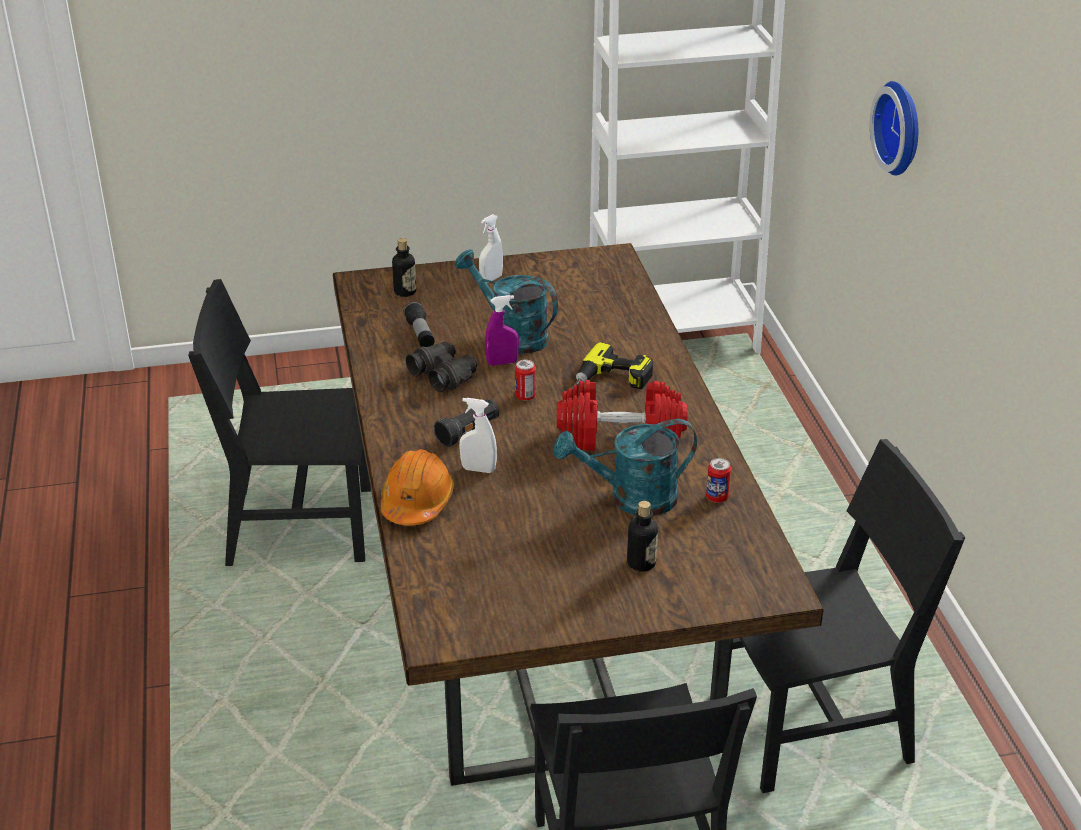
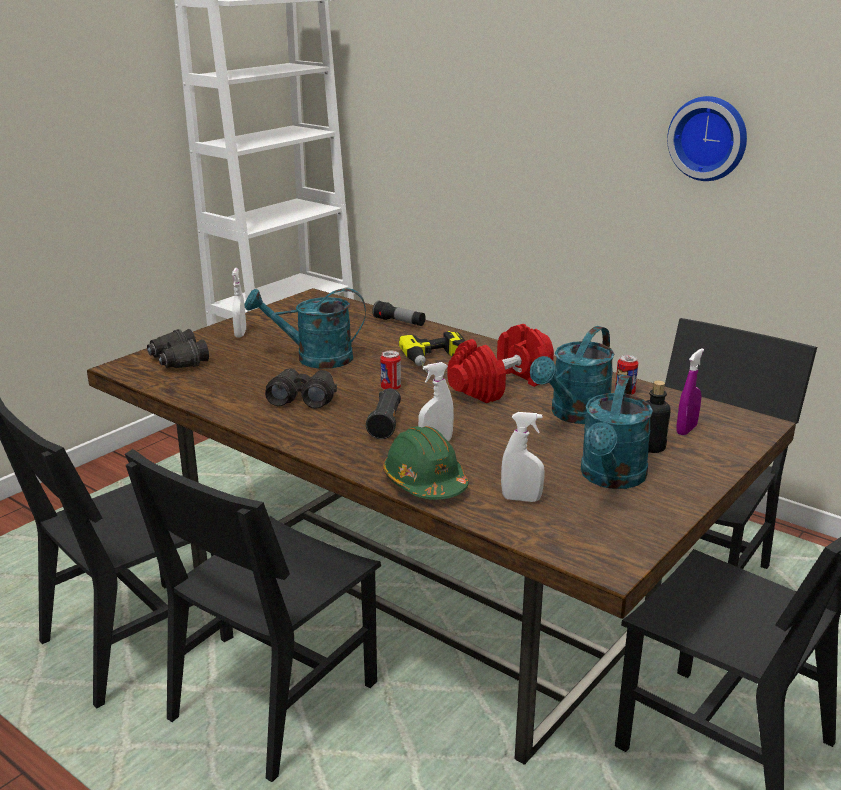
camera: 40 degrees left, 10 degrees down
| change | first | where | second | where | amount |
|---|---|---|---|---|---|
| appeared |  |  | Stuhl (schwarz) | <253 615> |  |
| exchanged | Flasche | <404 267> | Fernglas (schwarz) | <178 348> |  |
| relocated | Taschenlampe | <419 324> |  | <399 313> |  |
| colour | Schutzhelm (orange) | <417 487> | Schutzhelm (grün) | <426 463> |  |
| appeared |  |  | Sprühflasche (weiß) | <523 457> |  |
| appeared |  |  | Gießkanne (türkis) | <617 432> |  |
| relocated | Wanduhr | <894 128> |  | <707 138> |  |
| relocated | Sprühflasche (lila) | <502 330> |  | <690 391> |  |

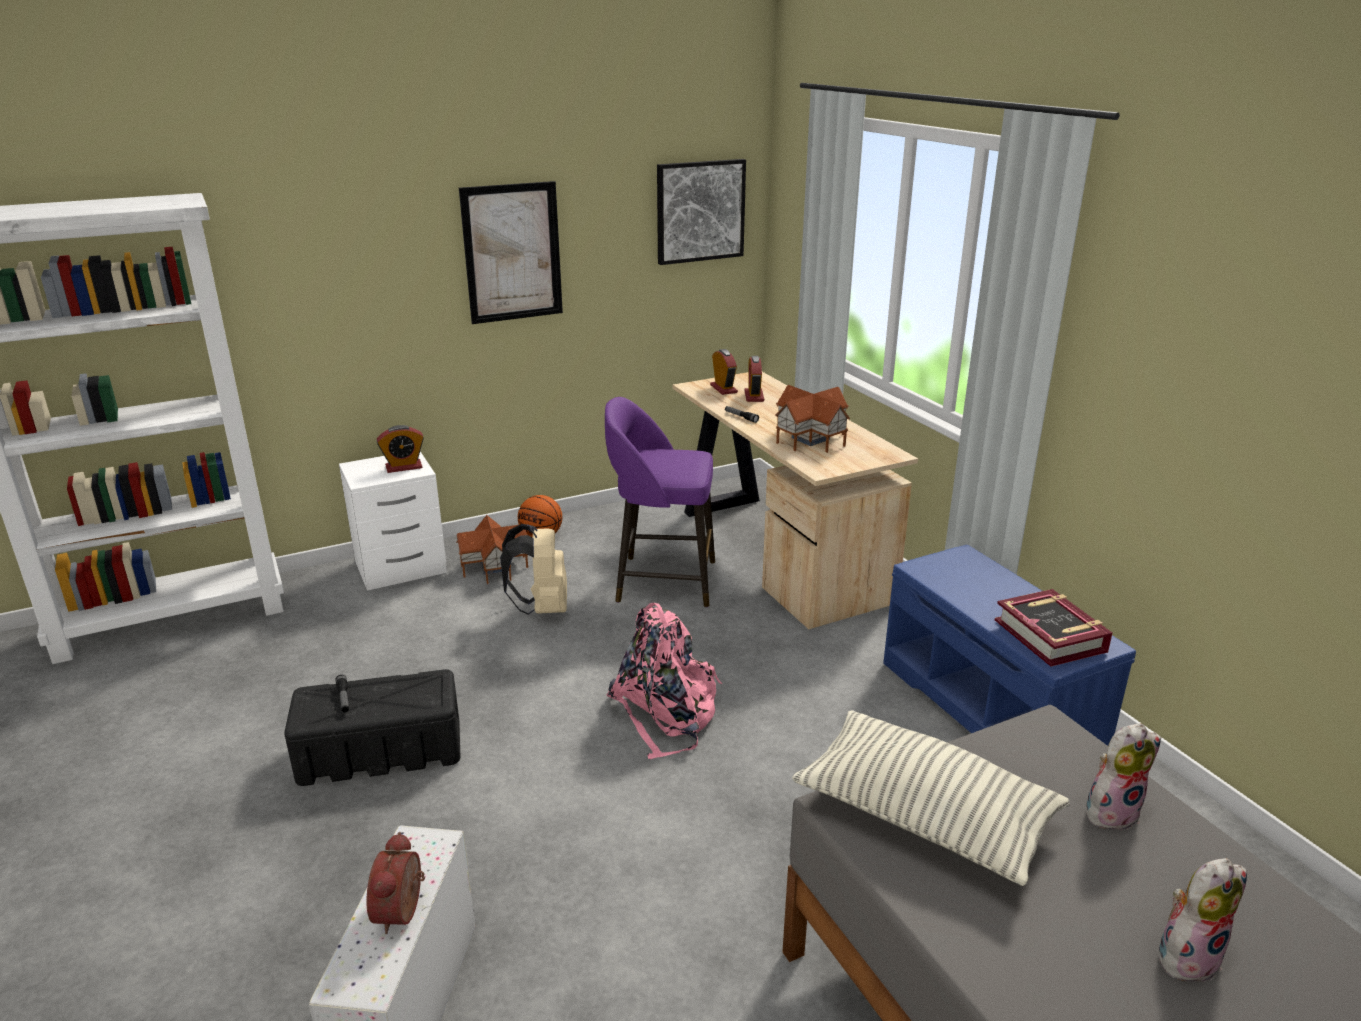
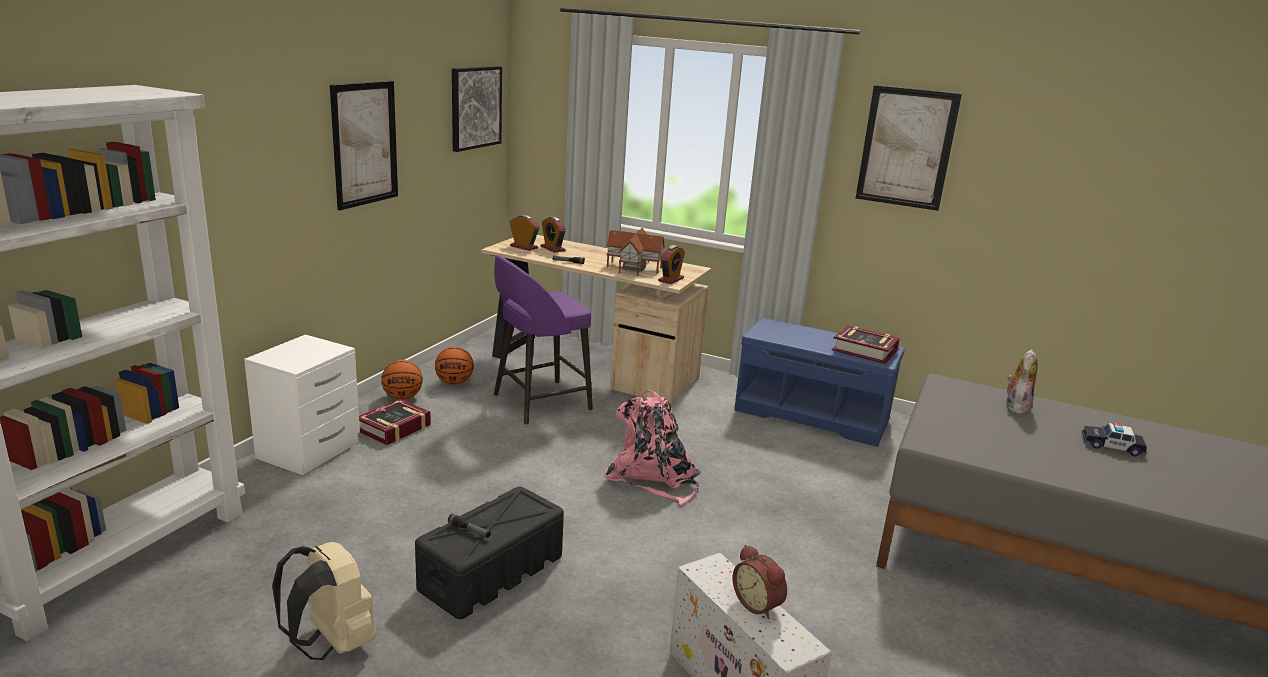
camera: 40 degrees left, 5 degrees down
| change | first | where | second | where | amount |
|---|---|---|---|---|---|
| relocated | Rucksack (beige) | <533 569> |  | <324 601> |  |
| exchanged | Spielzeughaus | <492 549> | Buch | <395 422> |  |
| appeared |  |  | Basketball | <454 366> |  |
| relocated | Wecker | <400 449> |  | <671 264> |  |
| appeared |  |  | Bild | <909 148> |  |
| exchanged | Plüschtier | <1203 922> | Spielzeugauto | <1114 440> |  |
| missing | Kissen | <931 798> |  |  |  |

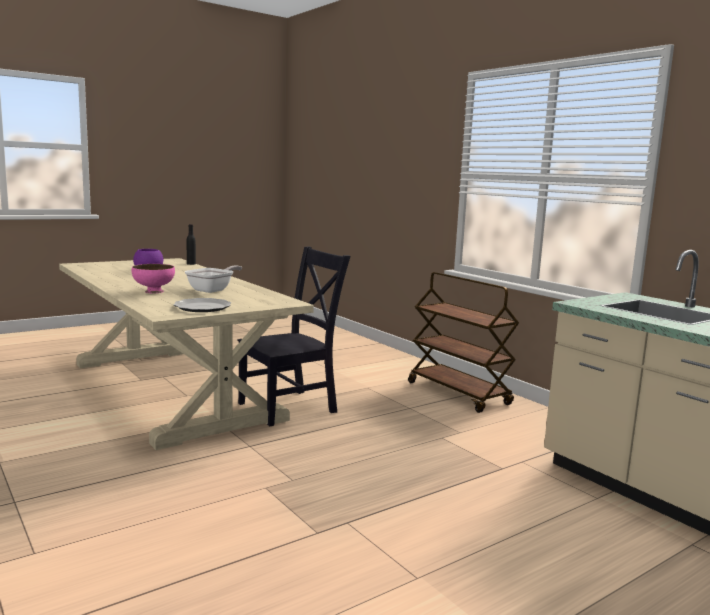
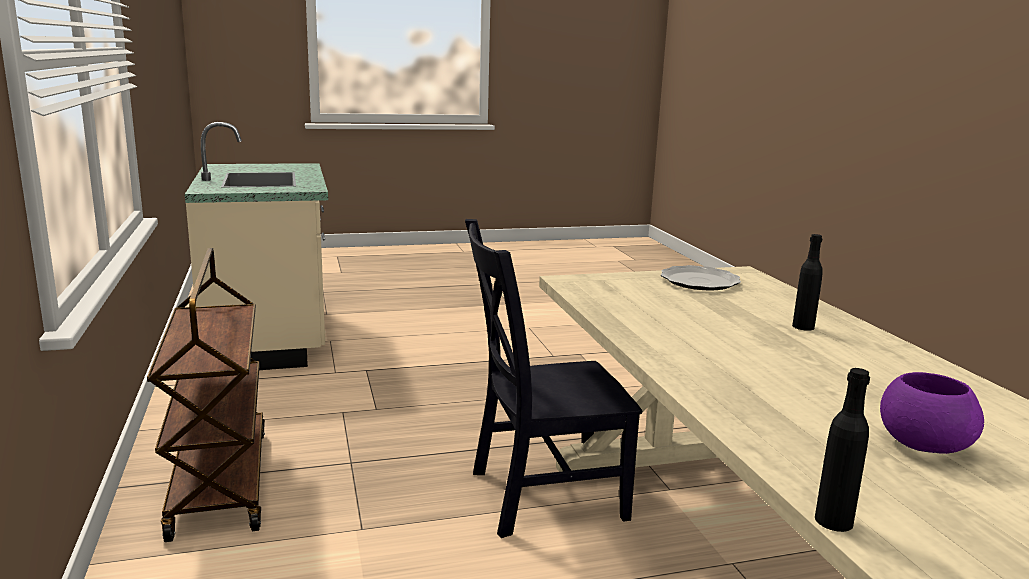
camera: 160 degrees left, 5 degrees up
| change | first | where | second | where | amount |
|---|---|---|---|---|---|
| exchanged | Schüssel (rosa) | <153 279> | Flasche (schwarz) | <807 282> |  |
| missing | Pfanne | <213 279> |  |  |  |

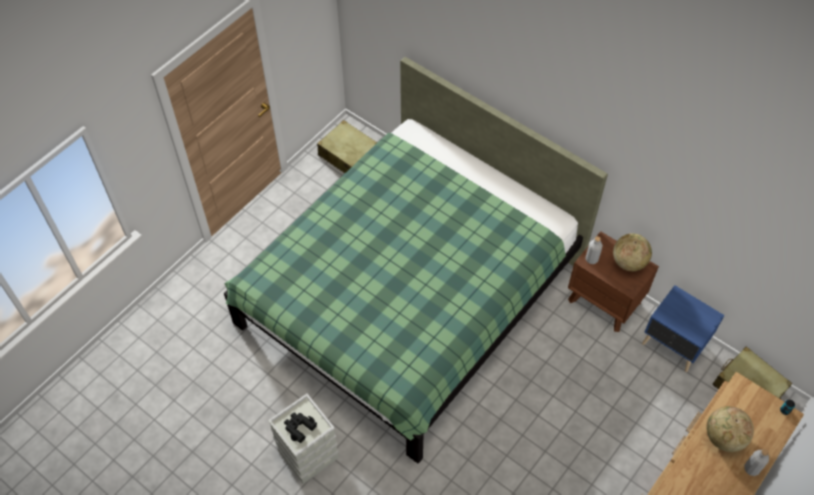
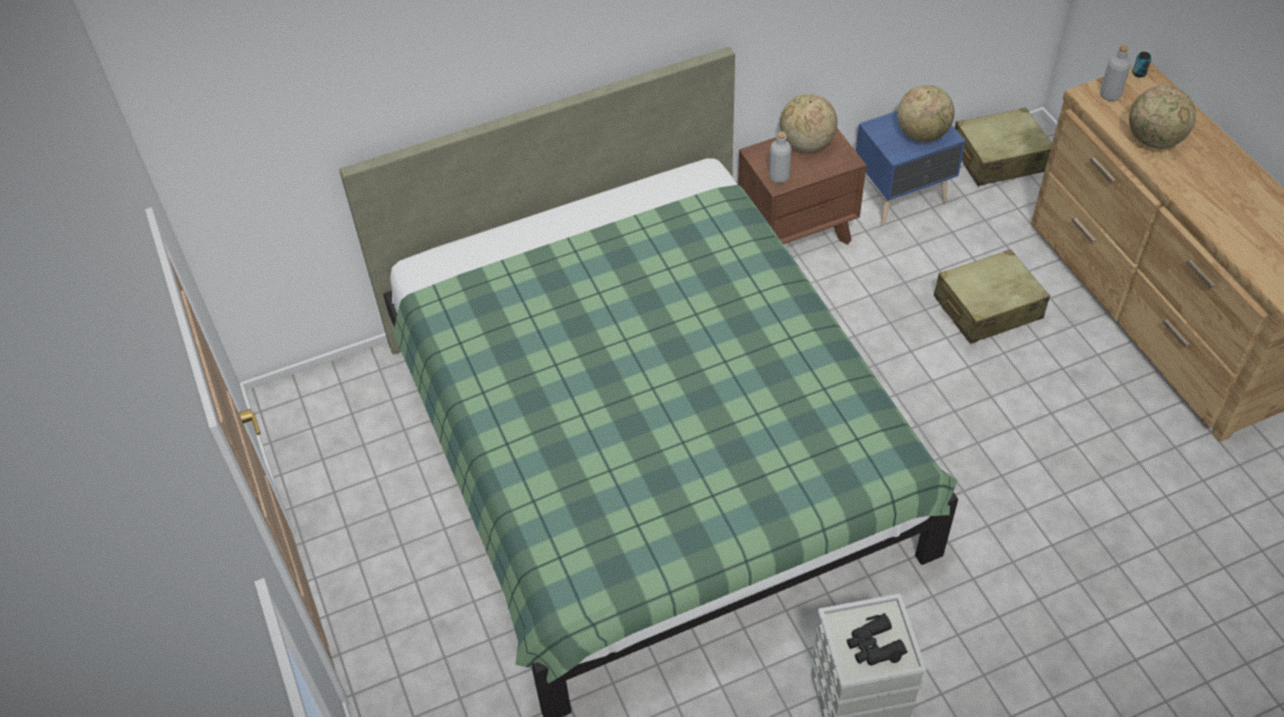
camera: 60 degrees left, 5 degrees down
| change | first | where | second | where | amount |
|---|---|---|---|---|---|
| appeared |  |  | Globus | <925 113> |  |
| relocated | Koffer (beige) | <347 146> |  | <992 296> |  |
| relocated | Flasche (grau) | <756 462> |  | <1115 73> |  |

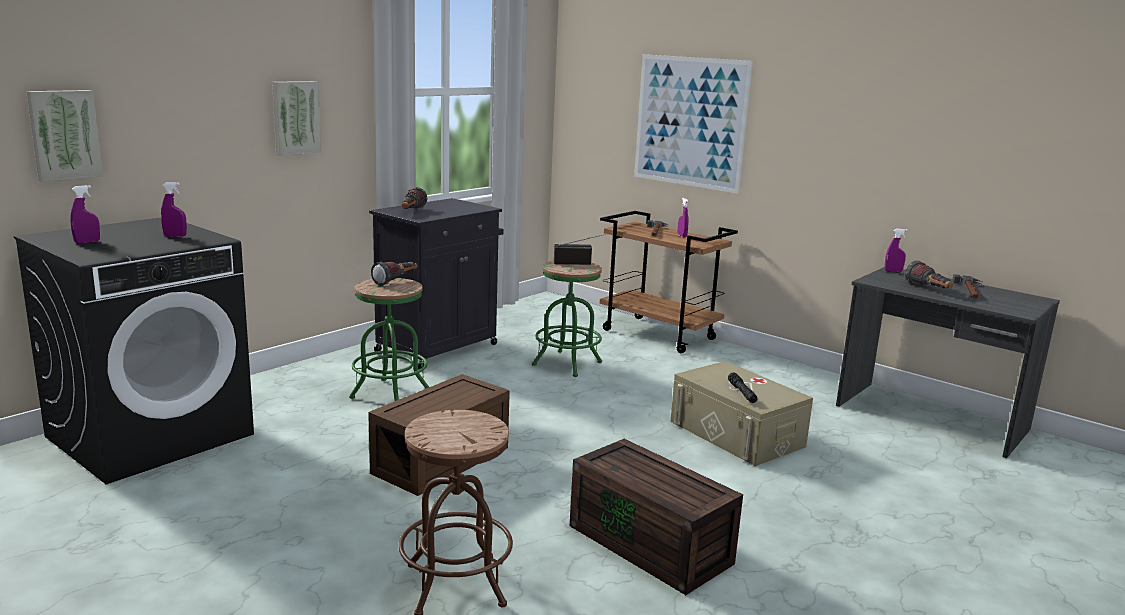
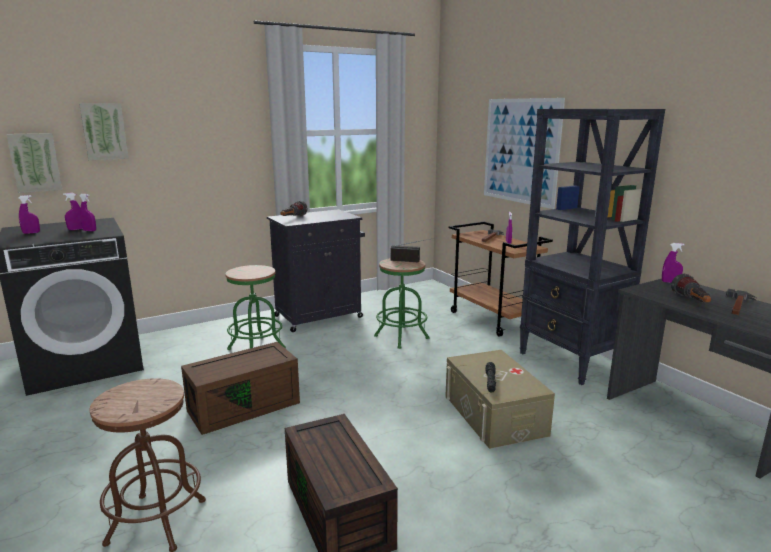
camera: 20 degrees right, 0 degrees up
| change | first | where | second | where | amount |
|---|---|---|---|---|---|
| appeared |  |  | Sprühflasche (lila) | <73 211> |  |
| relocated | Bild | <296 118> |  | <104 131> |  |
| appeared |  |  | Bücherregal (schwarz) | <592 247> |  |
| missing | Taschenlampe | <394 274> |  |  |  |

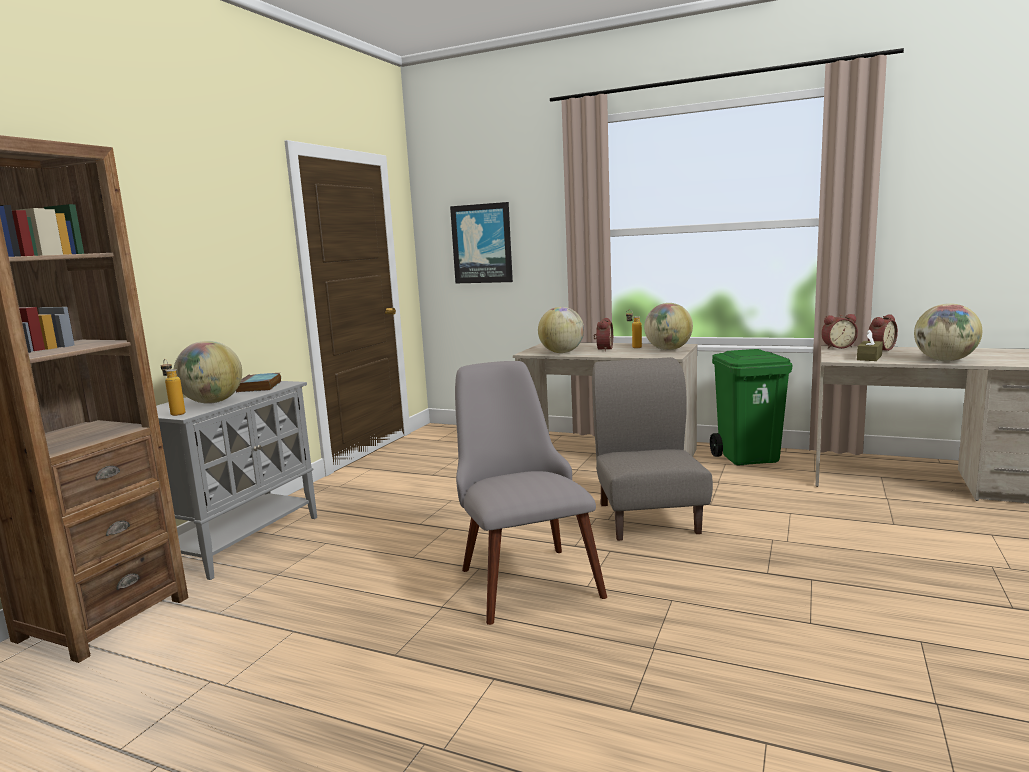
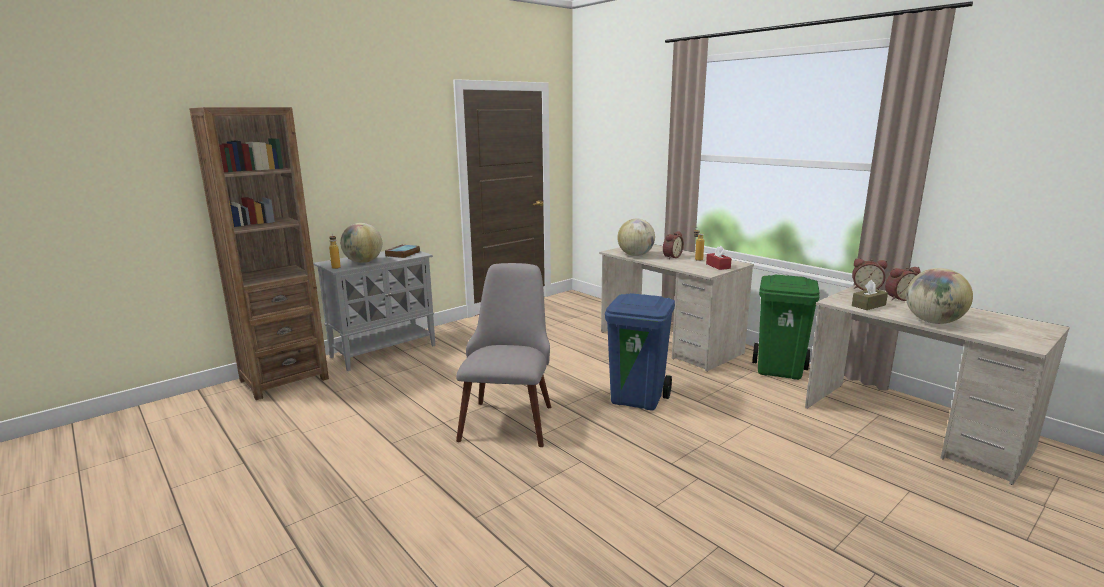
camera: 25 degrees right, 5 degrees up
| change | first | where | second | where | amount |
|---|---|---|---|---|---|
| exchanged | Stuhl (grau) | <652 449> | Mülleimer (blau) | <640 351> |  |
| exchanged | Globus | <668 326> | Taschentuchbox (rot) | <719 258> |  |
| missing | Bild | <481 242> |  |  |  |

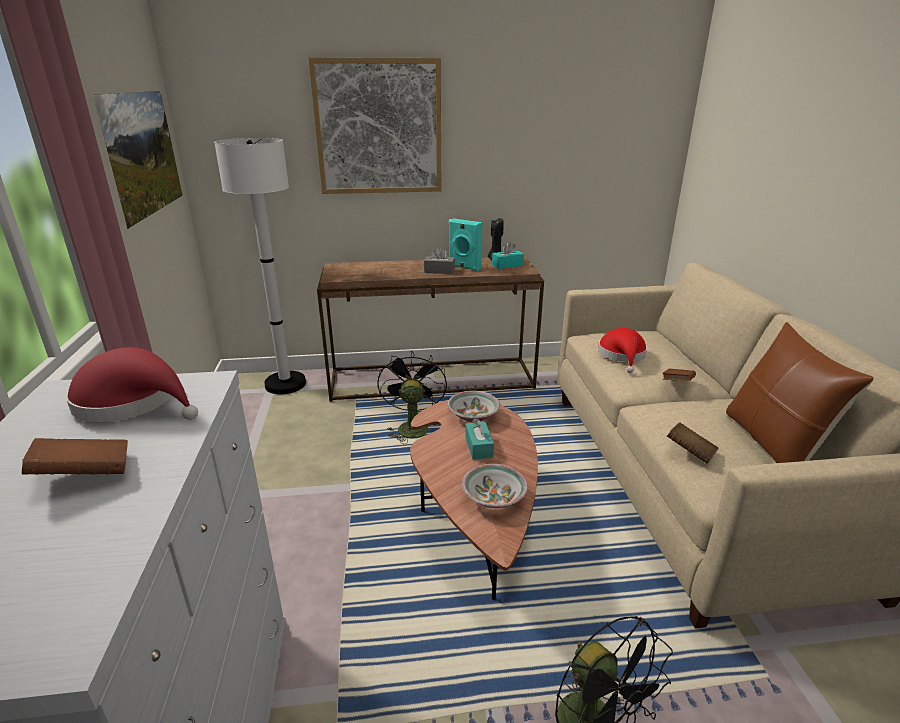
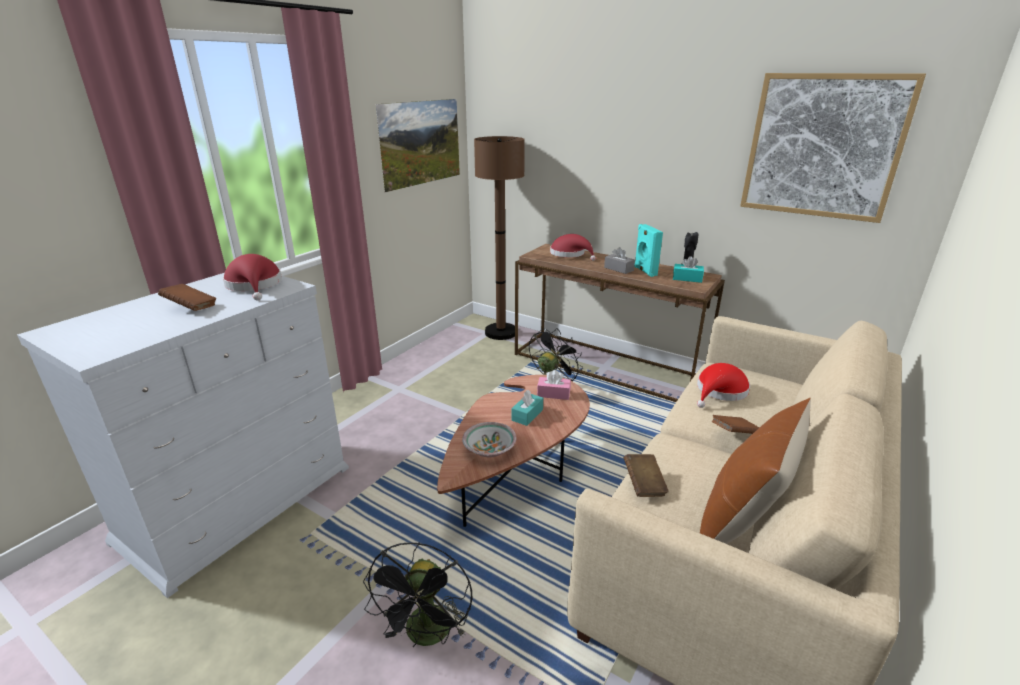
camera: 40 degrees right, 0 degrees up
| change | first | where | second | where | amount |
|---|---|---|---|---|---|
| colour | Stehlampe (weiß) | <260 266> | Stehlampe (braun) | <499 238> |  |
| exchanged | Schüssel | <473 406> | Taschentuchbox (rosa) | <554 385> |  |
| appeared |  |  | Hut (rot) | <573 247> |  |
| relocated | Bild | <375 125> |  | <833 148> |  |

